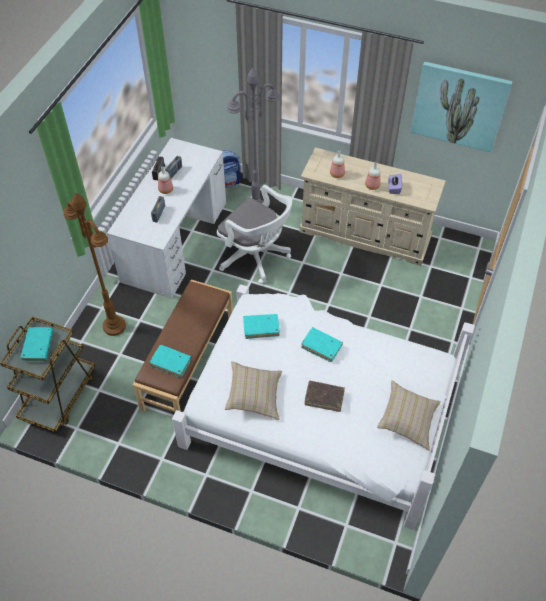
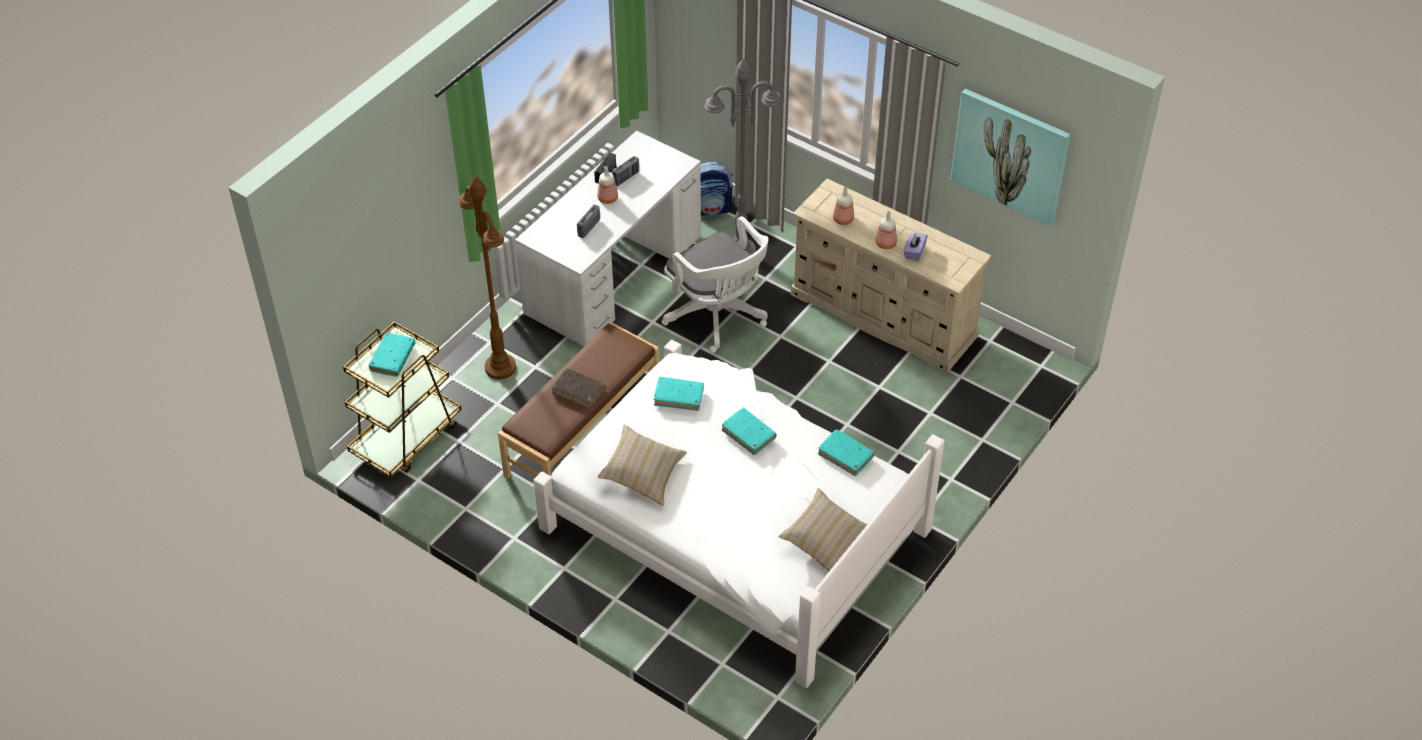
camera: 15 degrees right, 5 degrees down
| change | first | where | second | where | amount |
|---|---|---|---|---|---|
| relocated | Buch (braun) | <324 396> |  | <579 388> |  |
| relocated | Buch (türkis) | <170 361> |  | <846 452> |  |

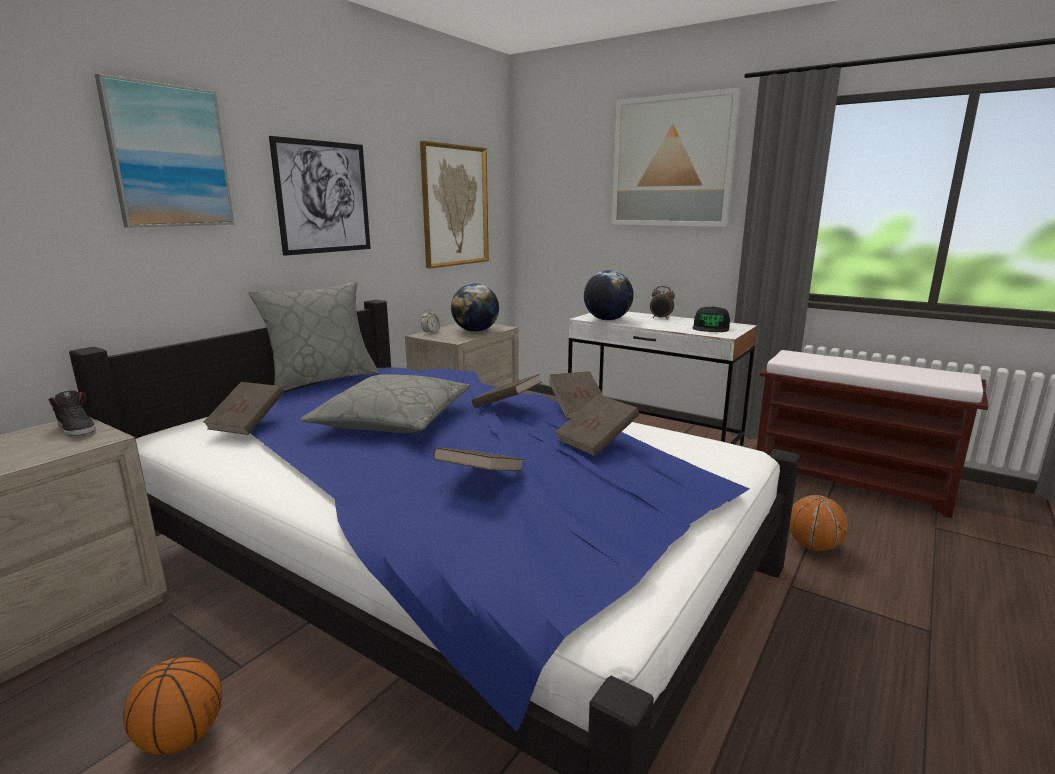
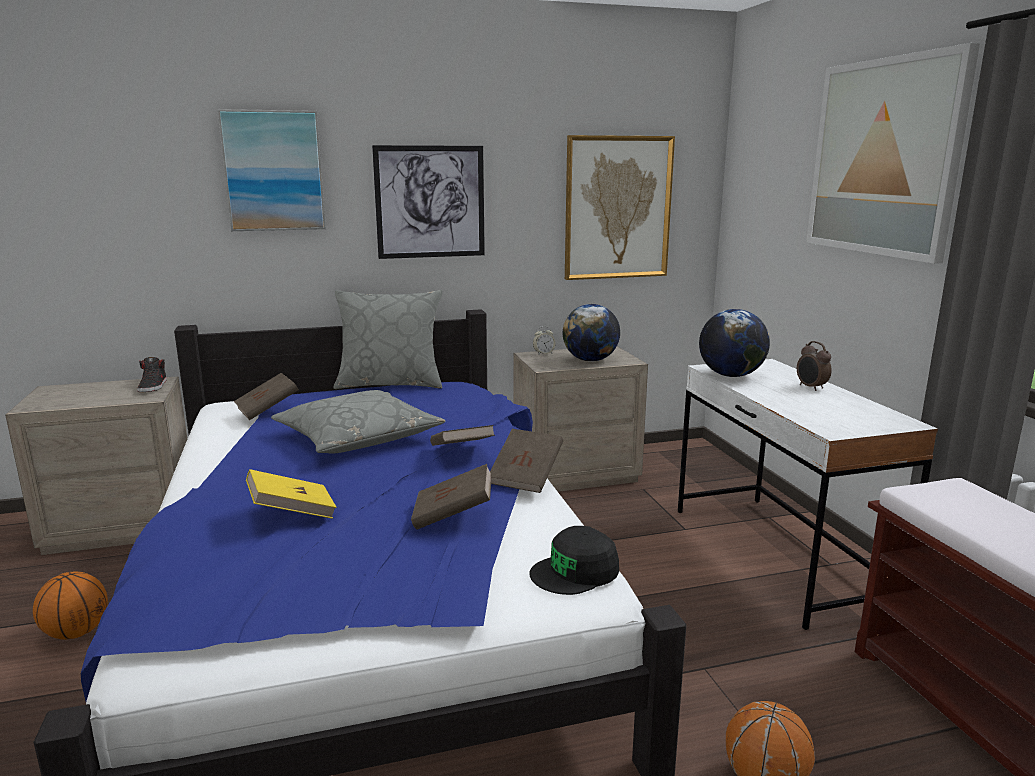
camera: 40 degrees right, 0 degrees up
| change | first | where | second | where | amount |
|---|---|---|---|---|---|
| colour | Buch (braun) | <478 459> | Buch (gelb) | <291 494> |  |
| relocated | Kappe (schwarz) | <711 319> |  | <574 560> |  |

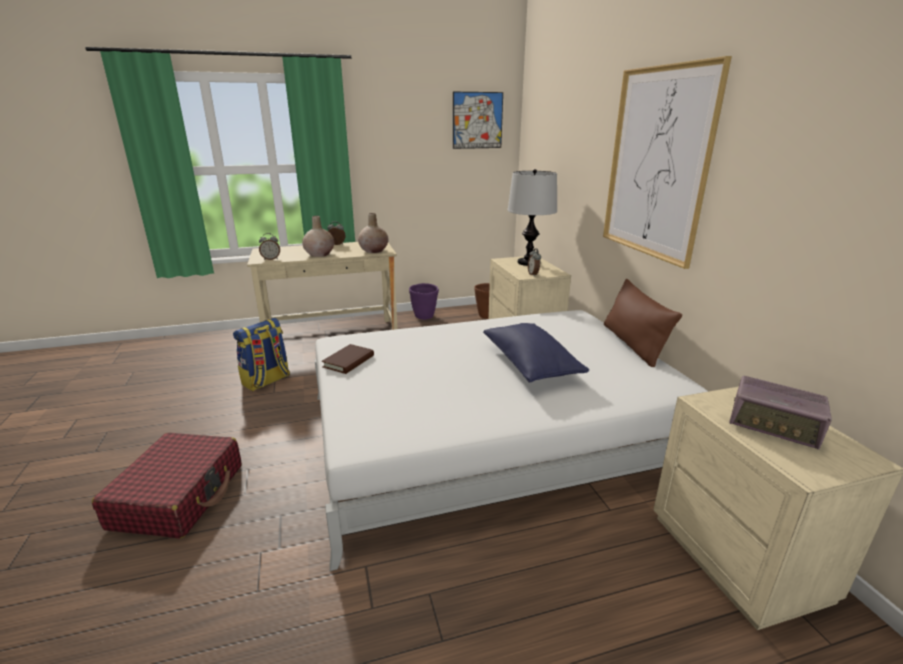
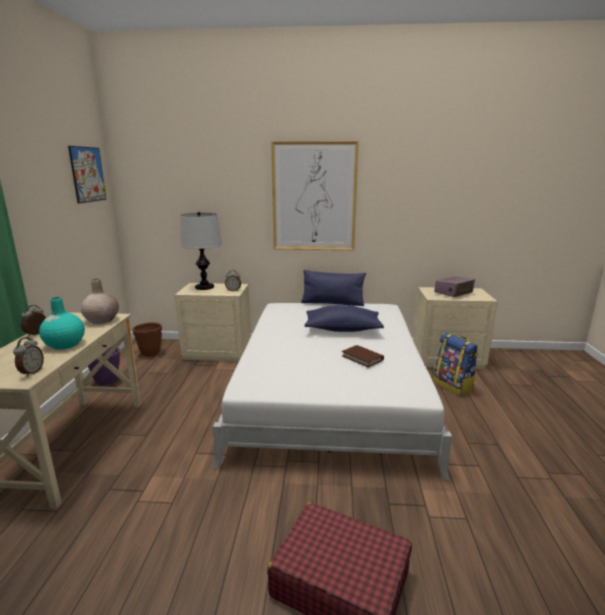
camera: 70 degrees left, 5 degrees down
| change | first | where | second | where | amount |
|---|---|---|---|---|---|
| colour | Vase (beige) | <318 236> | Vase (türkis) | <62 323> |  |
| colour | Kissen (braun) | <643 323> | Kissen (blau) | <333 288> |  |
| relocated | Buch (braun) | <348 359> |  | <363 356> |  |
| relocated | Rucksack | <261 354> |  | <455 364> |  |

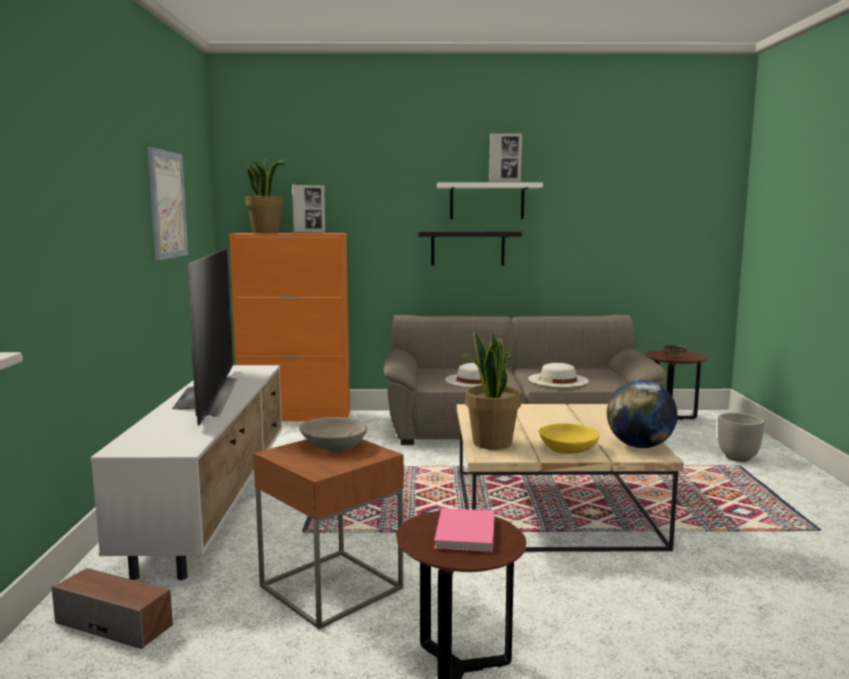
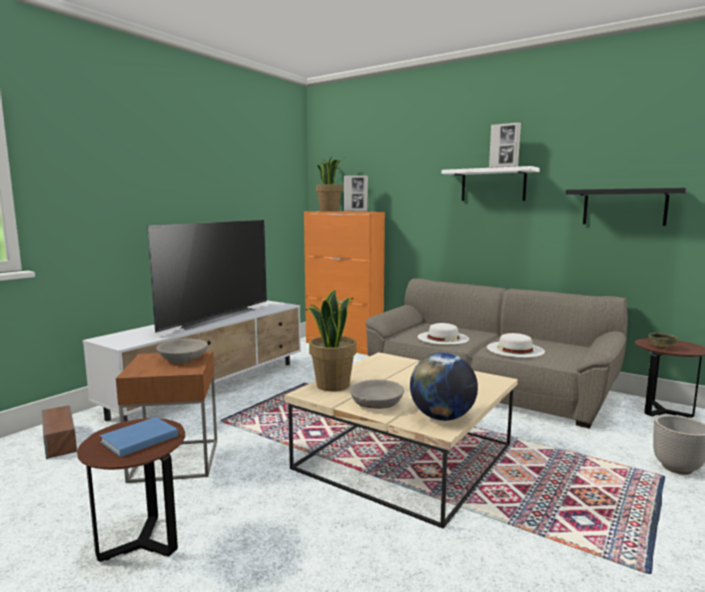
camera: 35 degrees right, 0 degrees up
| change | first | where | second | where | amount |
|---|---|---|---|---|---|
| colour | Buch (rosa) | <464 530> | Buch (blau) | <139 437> |  |
| colour | Schüssel (gelb) | <569 438> | Schüssel (grau) | <377 394> |  |
| relocated | Wandregal (schwarz) | <470 248> |  | <626 207> |  |
| missing | Bild | <167 203> |  |  |  |

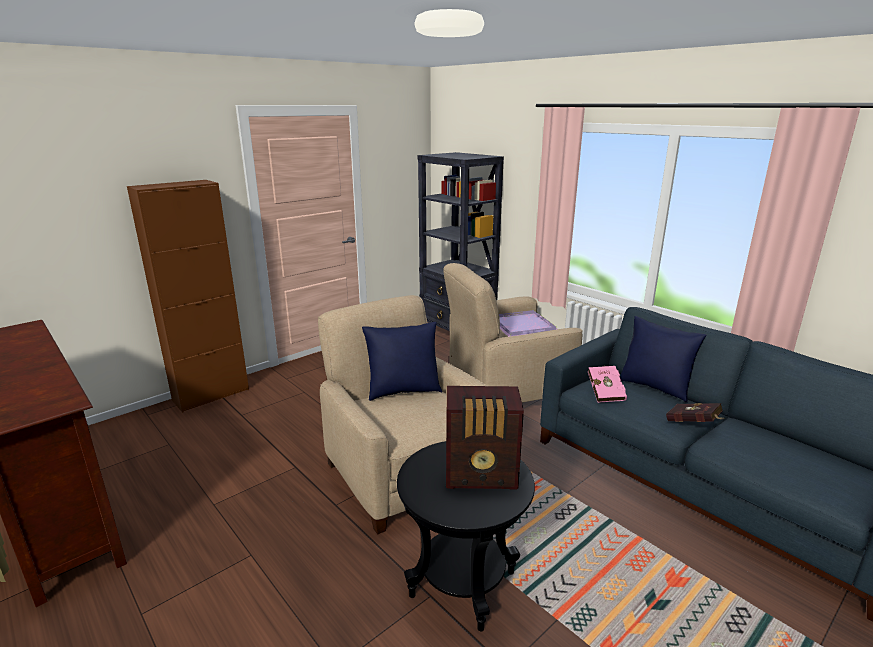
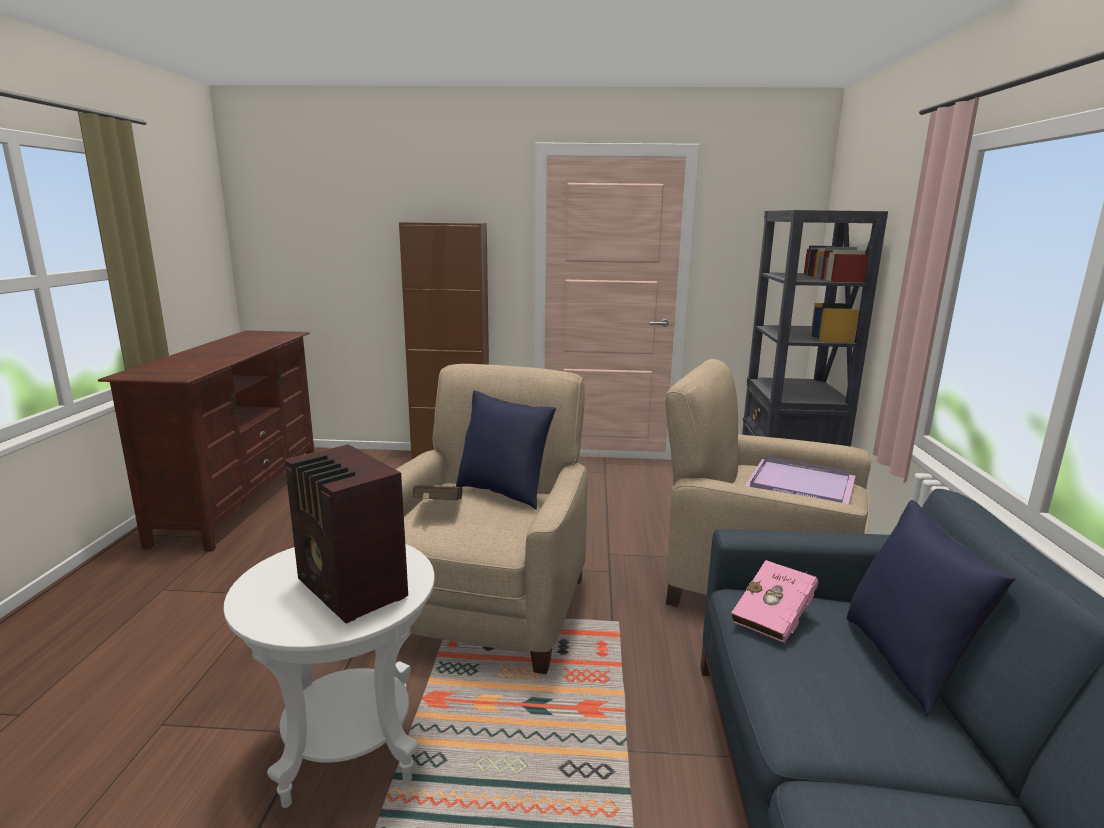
camera: 45 degrees right, 5 degrees down
| change | first | where | second | where | amount |
|---|---|---|---|---|---|
| colour | Beistelltisch (schwarz) | <466 536> | Beistelltisch (weiß) | <329 676> |  |
| relocated | Buch (rot) | <695 412> |  | <438 492> |  |

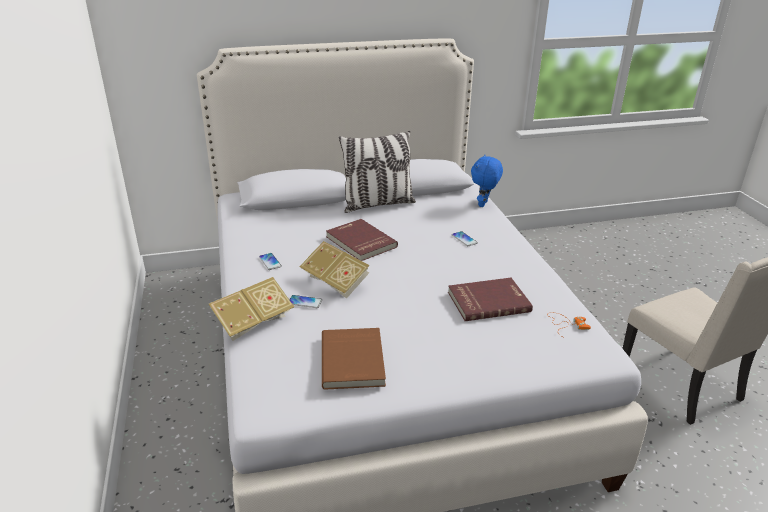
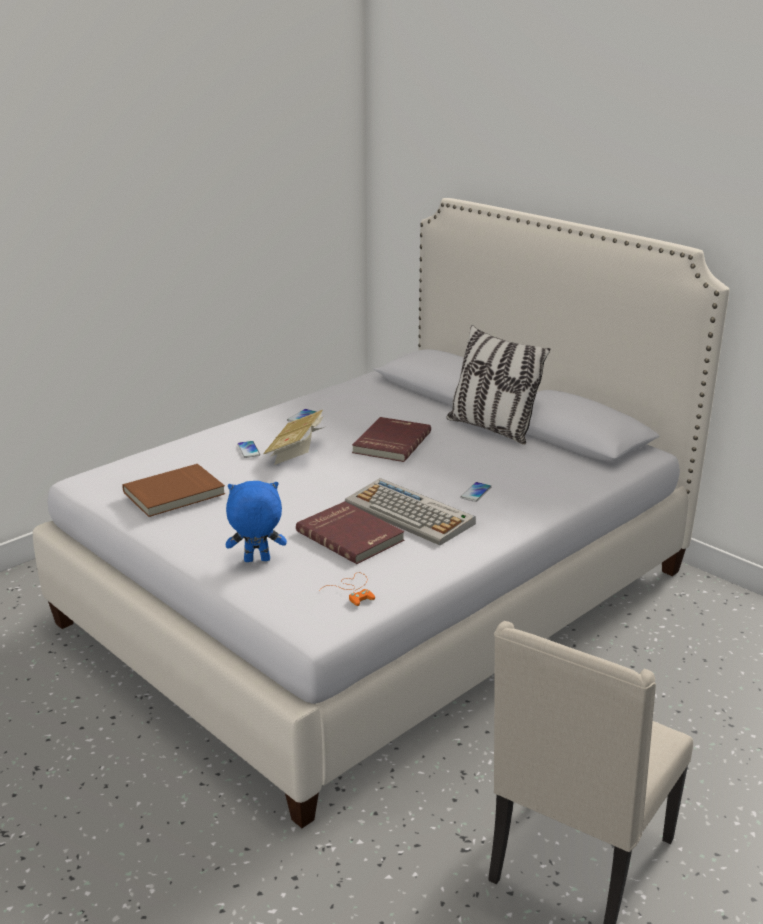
camera: 60 degrees right, 5 degrees down
| change | first | where | second | where | amount |
|---|---|---|---|---|---|
| relocated | Plüschtier (blau) | <487 181> |  | <256 521> |  |
| appeared |  |  | Tastatur | <410 511> |  |
| missing | Buch | <251 309> |  |  |  |

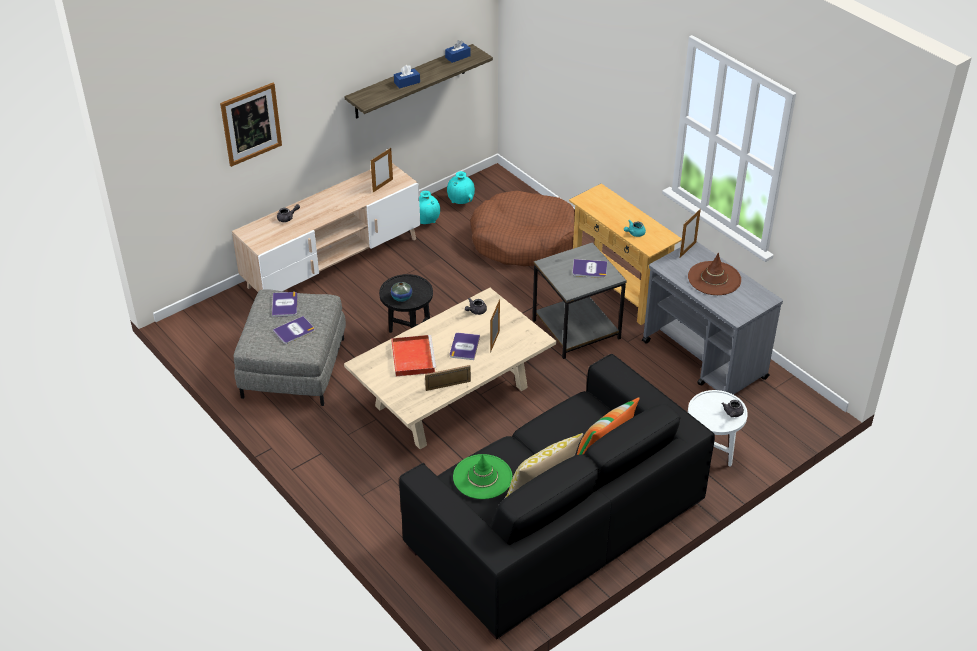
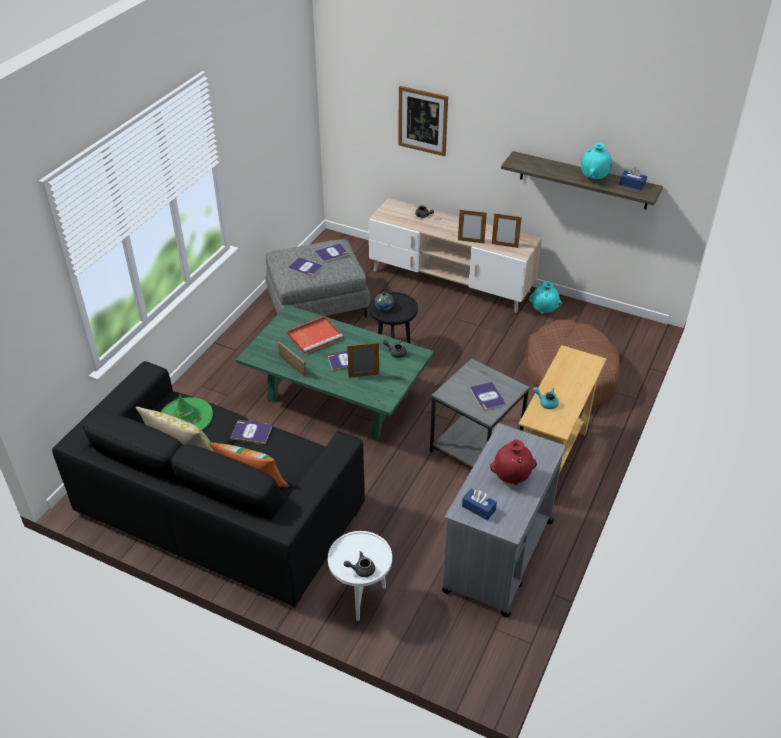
camera: 65 degrees right, 0 degrees up
| change | first | where | second | where | amount |
|---|---|---|---|---|---|
| appeared |  |  | Buch | <251 432> |  |
| colour | Couchtisch (beige) | <450 368> | Couchtisch (grün) | <335 372> |  |
| relocated | Bilderrahmen | <690 233> |  | <472 226> |  |
| relocated | Taschentuchbox (blau) | <407 76> |  | <479 504> |  |
| exchanged | Hut (braun) | <714 274> | Vase (rot) | <513 462> |  |
| relocated | Vase (türkis) | <461 187> |  | <596 161> |  |

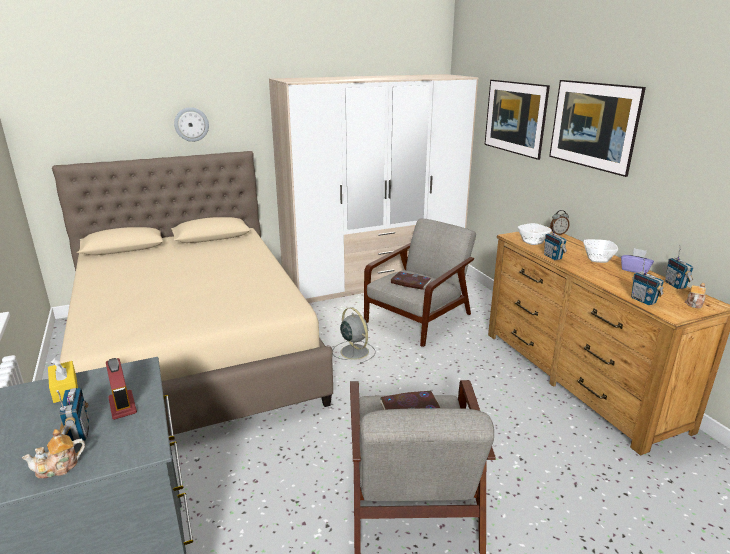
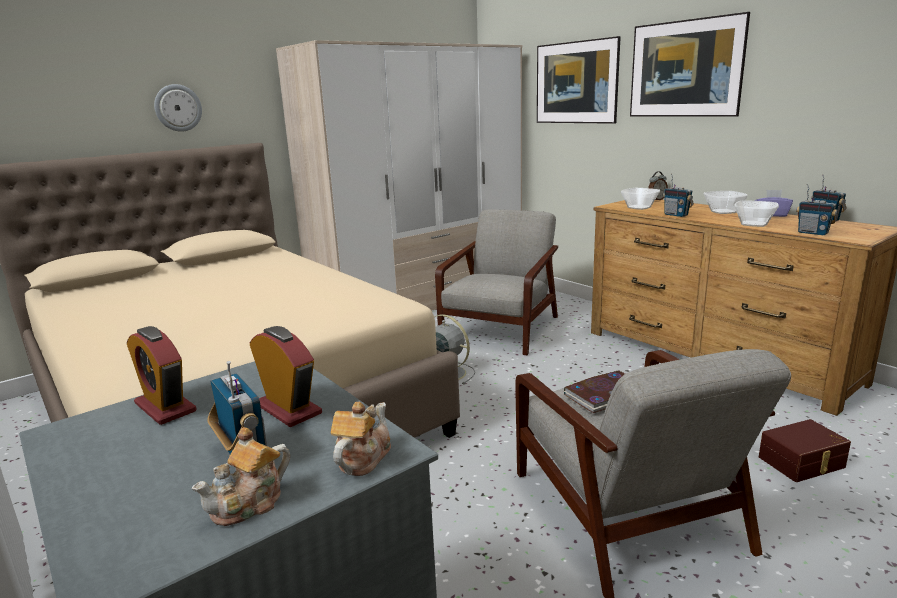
camera: 15 degrees left, 5 degrees down
| change | first | where | second | where | amount |
|---|---|---|---|---|---|
| exchanged | Taschentuchbox (gelb) | <63 380> | Wecker | <162 375> |  |
| relocated | Teekanne | <695 295> |  | <361 439> |  |
| appeared |  |  | Schüssel | <756 214> |  |
| appeared |  |  | Aufbewahrungsbox (braun) | <805 450> |  |
| missing | Buch | <411 281> |  |  |  |

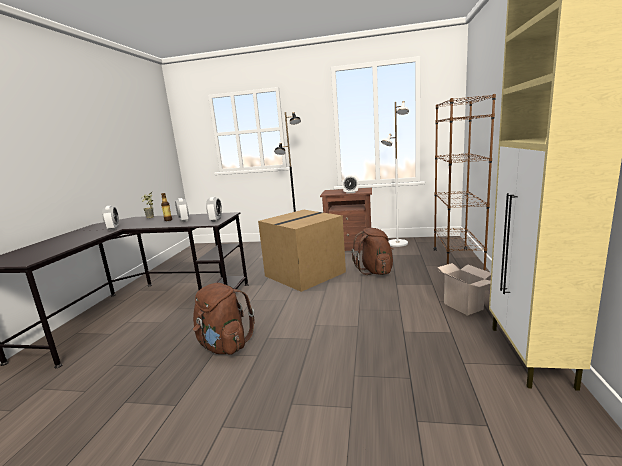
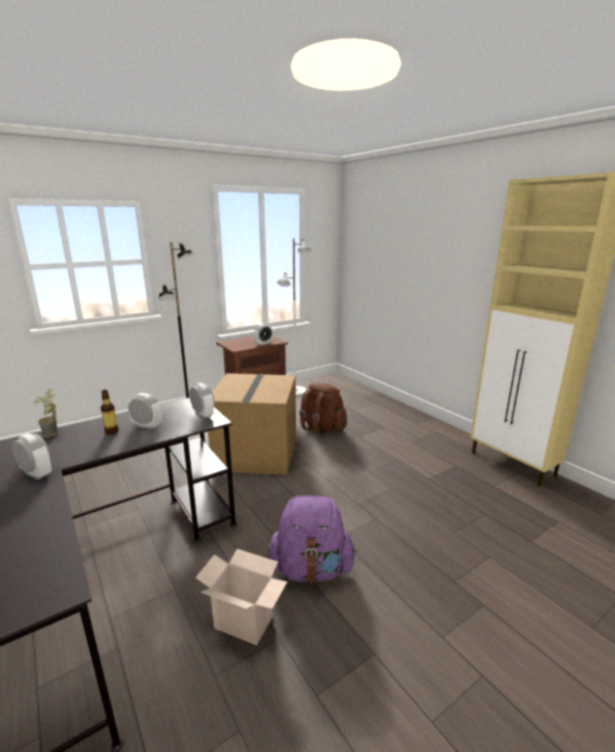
camera: 45 degrees left, 5 degrees up
| change | first | where | second | where | amount |
|---|---|---|---|---|---|
| relocated | Karton | <464 289> |  | <241 597> |  |
| colour | Rucksack (braun) | <224 318> | Rucksack (lila) | <312 539> |  |
| missing | Bücherregal (braun) | <465 182> |  |  |  |

